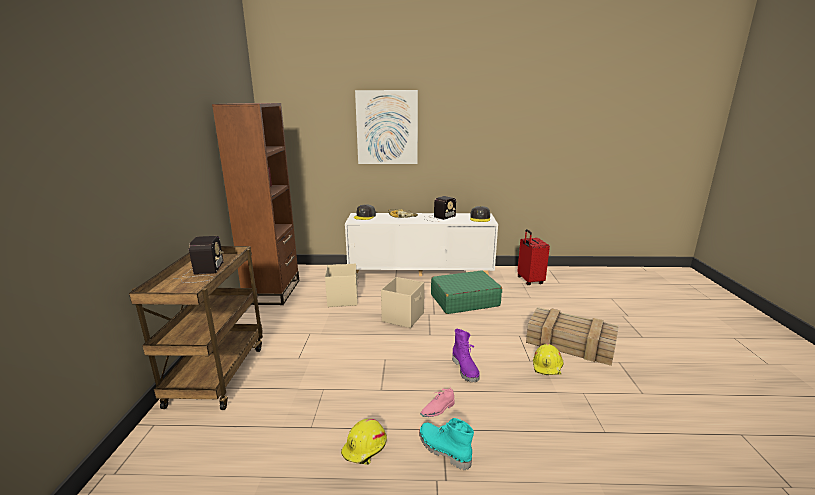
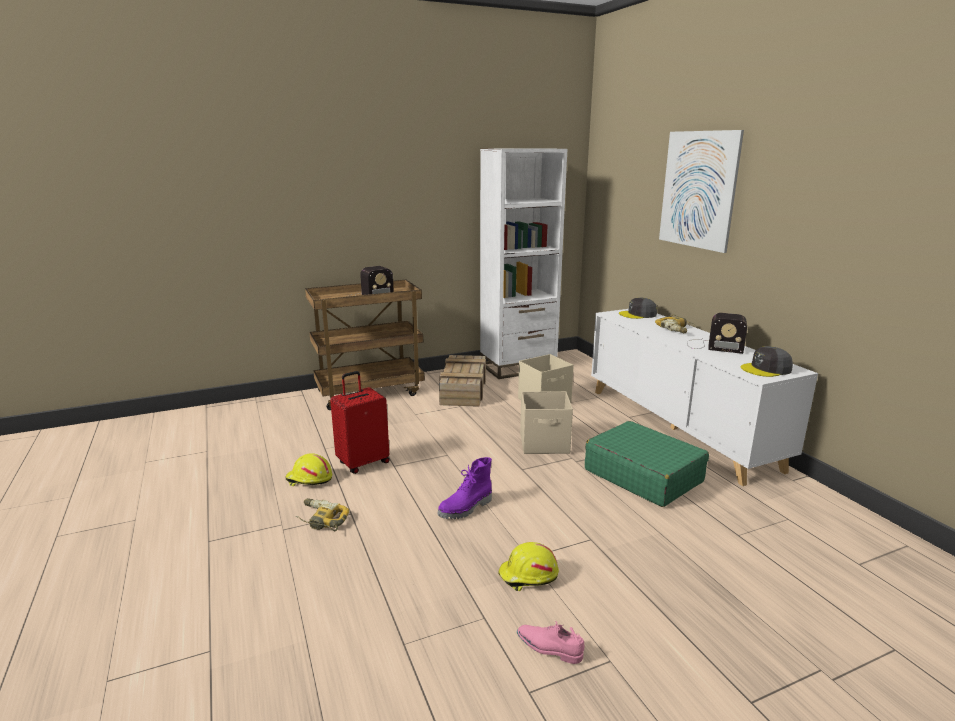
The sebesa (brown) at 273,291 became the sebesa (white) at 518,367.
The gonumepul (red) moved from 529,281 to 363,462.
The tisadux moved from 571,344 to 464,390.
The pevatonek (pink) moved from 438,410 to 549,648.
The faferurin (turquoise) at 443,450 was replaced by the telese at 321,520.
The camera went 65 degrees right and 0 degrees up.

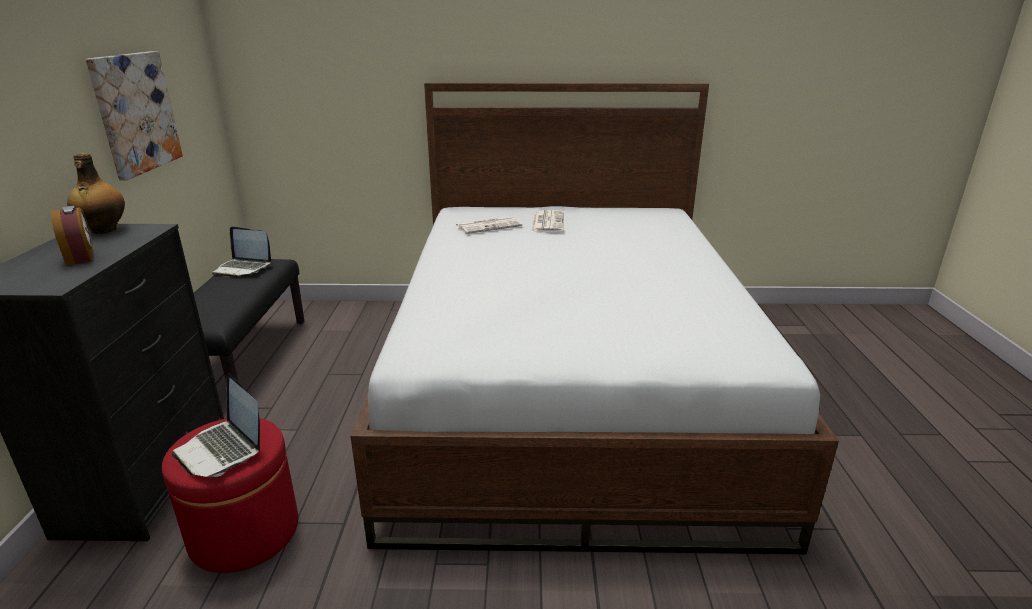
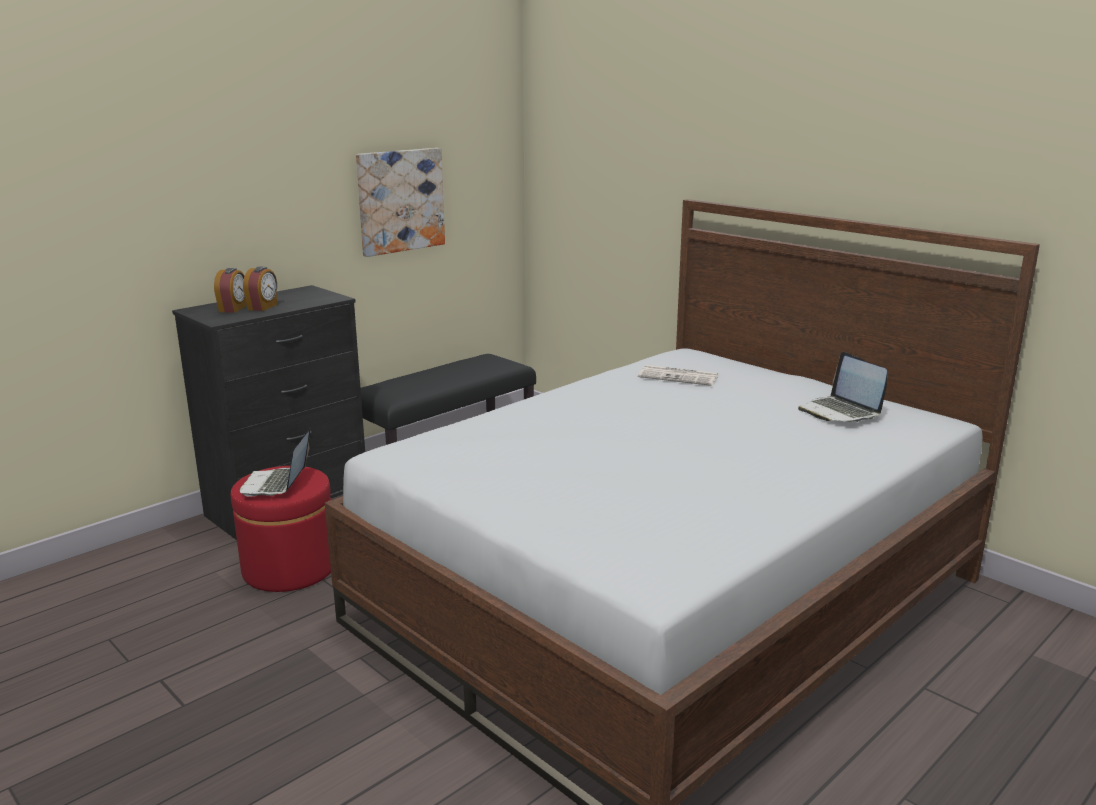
The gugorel at 103,230 disappeared.
The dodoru at 547,222 disappeared.
The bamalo moved from 243,268 to 840,412.
The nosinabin at 233,309 appeared.
The camera went 45 degrees right and 5 degrees down.

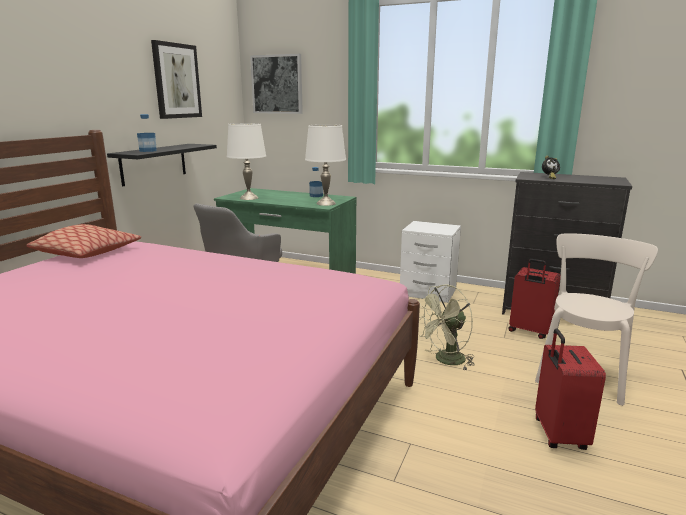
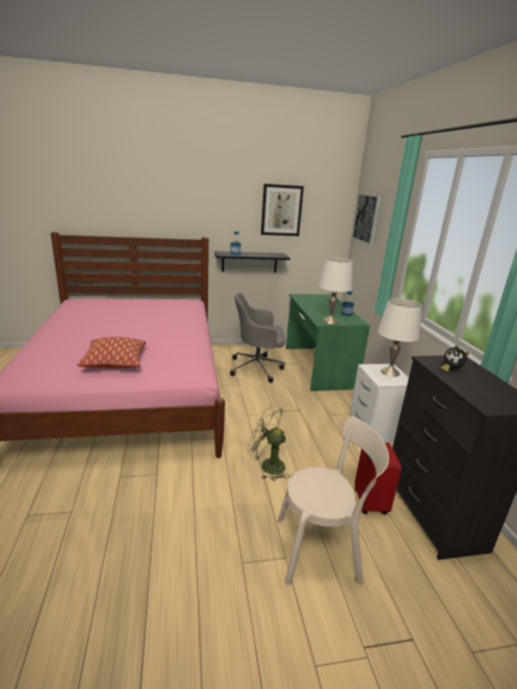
The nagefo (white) moved from 249,198 to 390,372.
The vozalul moved from 88,253 to 115,361.
The gonumepul (red) at 558,435 disappeared.
The camera went 55 degrees right and 5 degrees up.

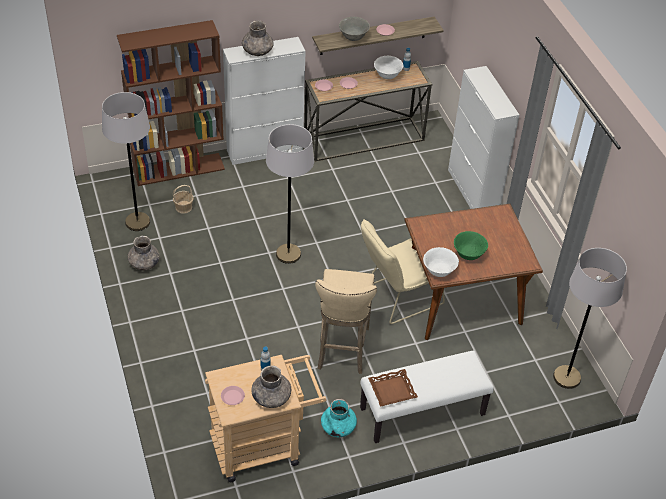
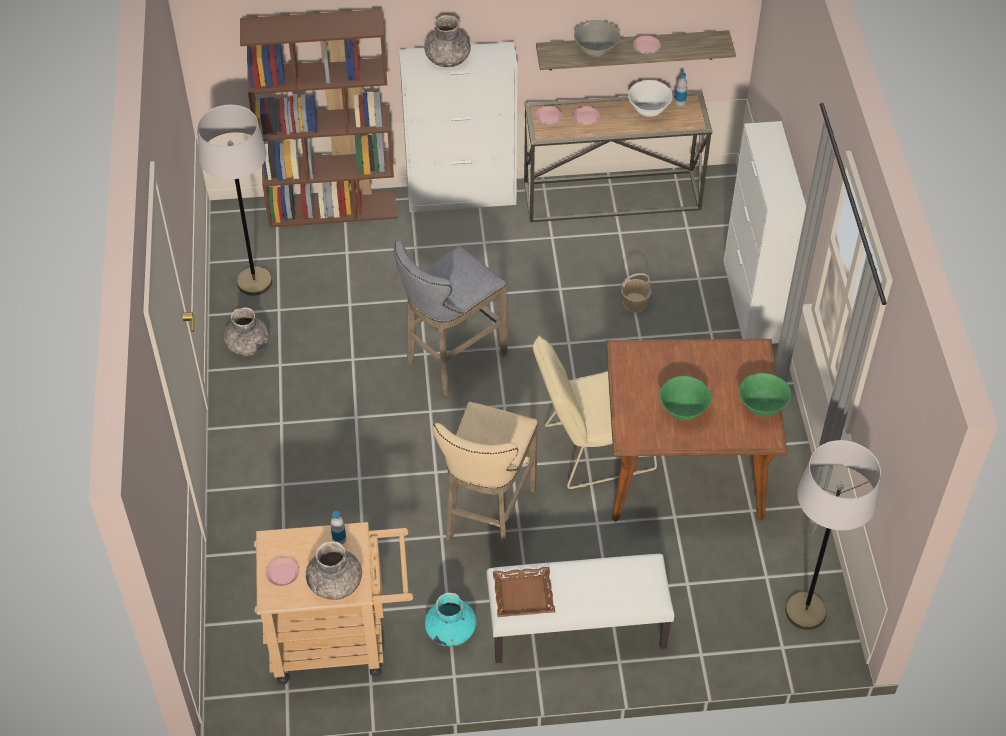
The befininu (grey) at 288,254 was replaced by the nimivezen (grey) at 452,360.
The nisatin moved from 184,207 to 635,303.
The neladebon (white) at 439,271 disappeared.
The neladebon (green) at 762,407 appeared.
The camera went 15 degrees right and 5 degrees up.

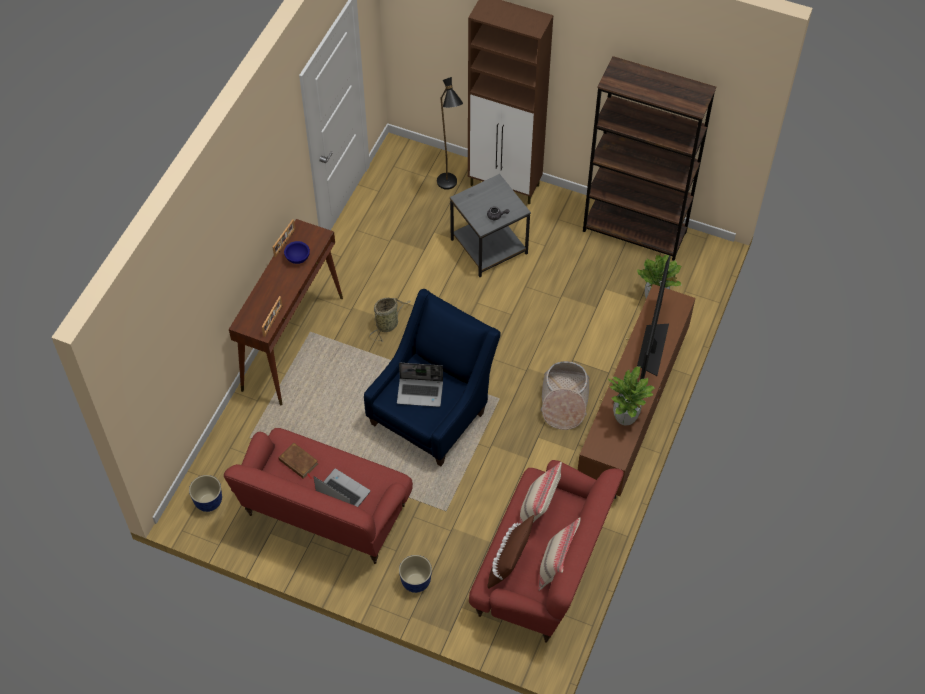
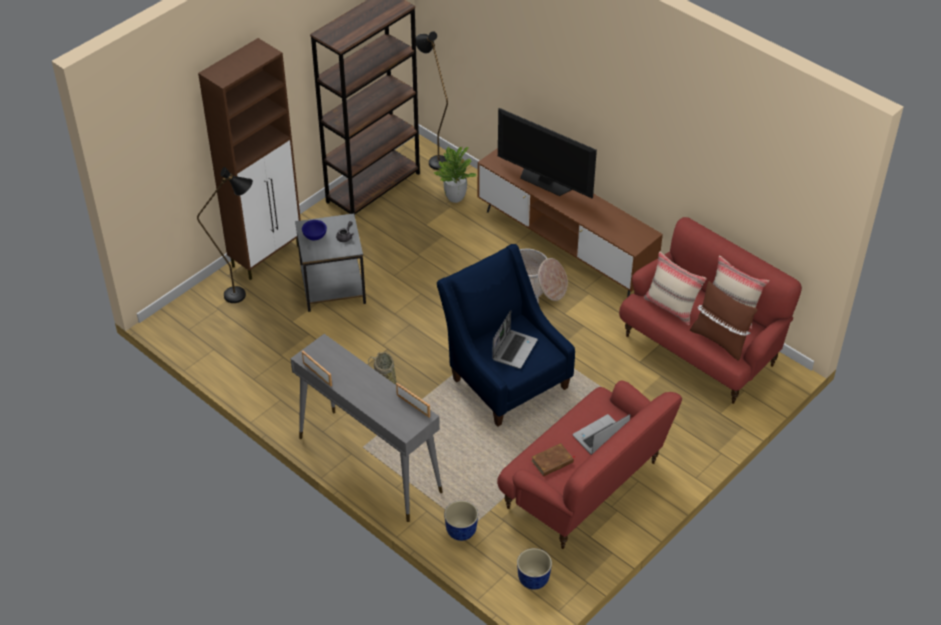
The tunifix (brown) at 293,342 became the tunifix (grey) at 369,464.
The neladebon (blue) moved from 298,258 to 314,236.
The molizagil at 625,417 disappeared.
The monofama moved from 415,582 to 461,532.
The befininu (black) at 434,159 appeared.
The camera went 70 degrees left and 10 degrees down.

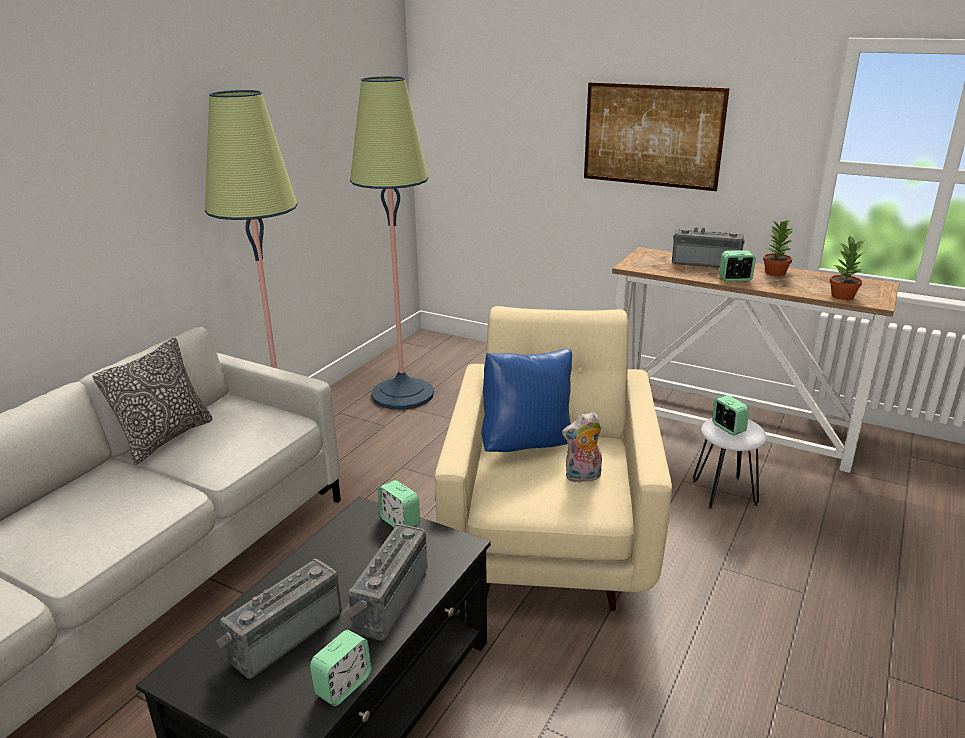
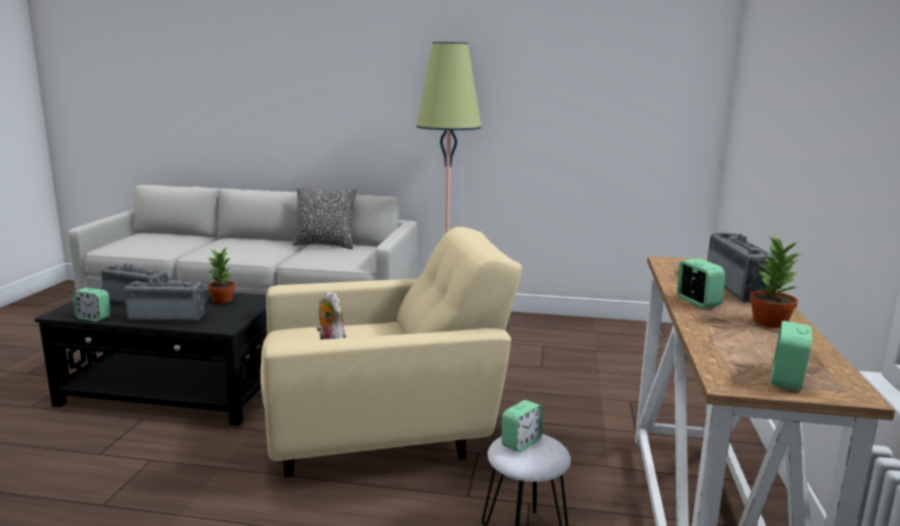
The befininu at 402,394 disappeared.
The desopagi at 652,135 disappeared.
The molizagil moved from 843,296 to 223,300.
The vozalul (blue) at 526,444 disappeared.
The nosinabin moved from 399,522 to 787,380.
The camera went 70 degrees right and 10 degrees down.

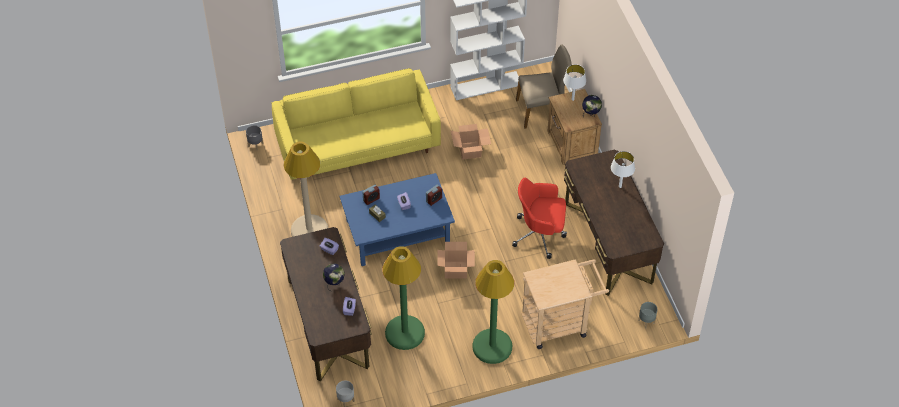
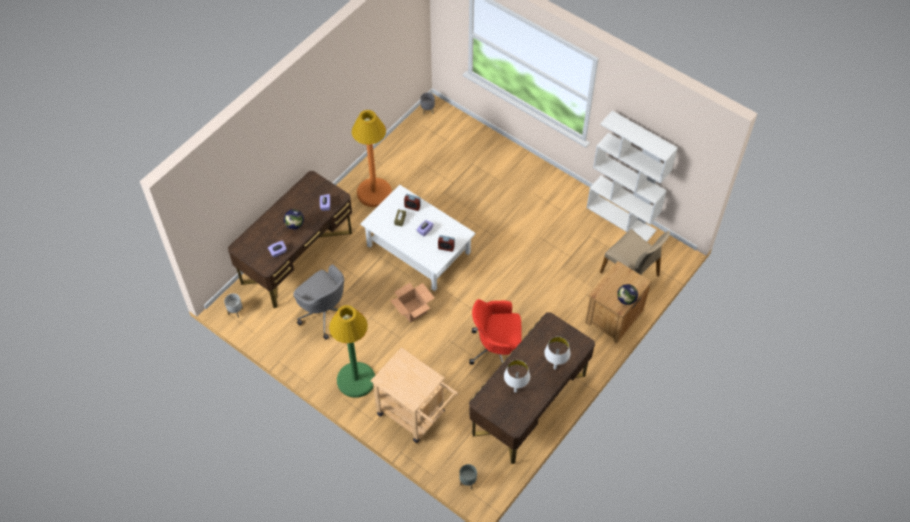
The nagefo (white) moved from 573,99 to 515,391.
The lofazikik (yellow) at 357,144 disappeared.
The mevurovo at 469,150 disappeared.
The befininu (beige) at 309,230 became the befininu (orange) at 374,193.
The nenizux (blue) at 397,231 became the nenizux (white) at 419,249.
The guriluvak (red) at 540,234 turned 60 degrees counterclockwise.
The befininu (green) at 405,333 was replaced by the guriluvak (grey) at 325,312.
The camera went 55 degrees right and 5 degrees up.

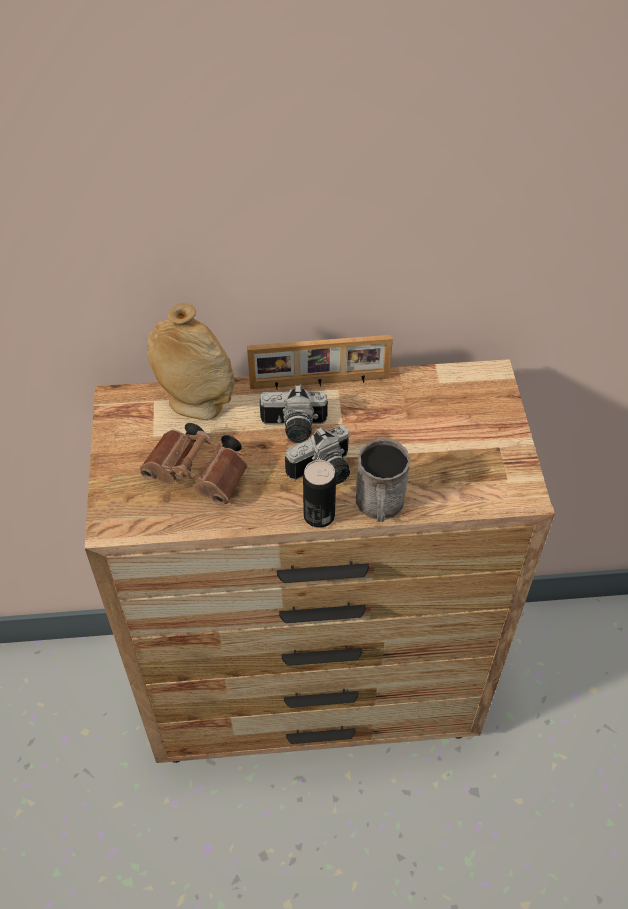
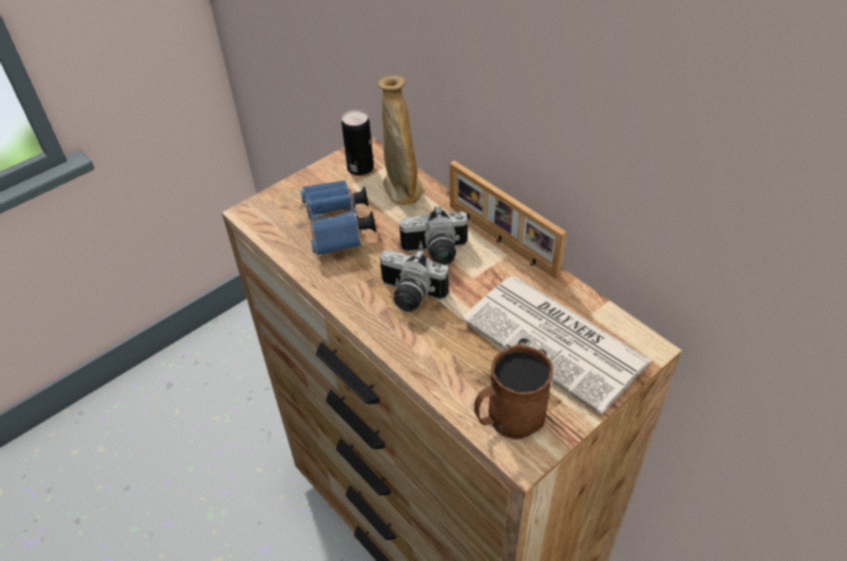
The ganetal at 294,429 turned 60 degrees counterclockwise.
The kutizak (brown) at 200,475 became the kutizak (blue) at 338,230.
The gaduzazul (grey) at 380,506 disappeared.
The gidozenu moved from 319,515 to 360,168.
The dodoru at 557,342 appeared.
The gaduzazul (brown) at 508,418 appeared.
The camera went 55 degrees right and 5 degrees down.

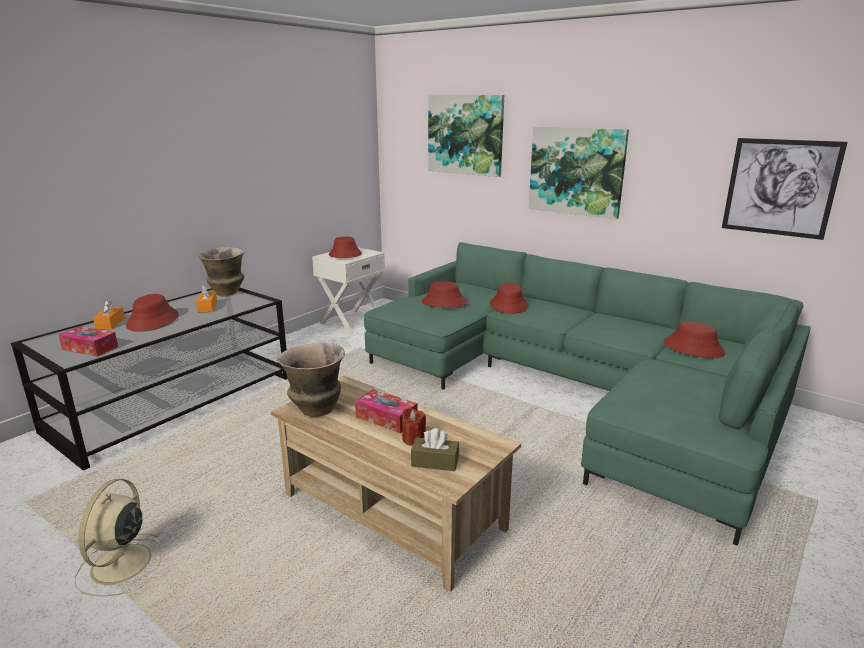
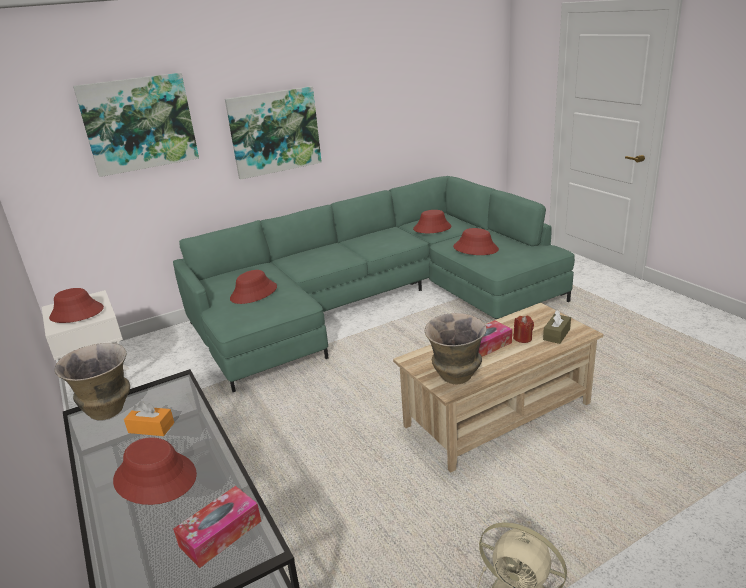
The desopagi at 780,187 disappeared.
The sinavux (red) moved from 509,305 to 475,248.
The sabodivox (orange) at 110,324 disappeared.
The camera went 65 degrees left and 5 degrees up.

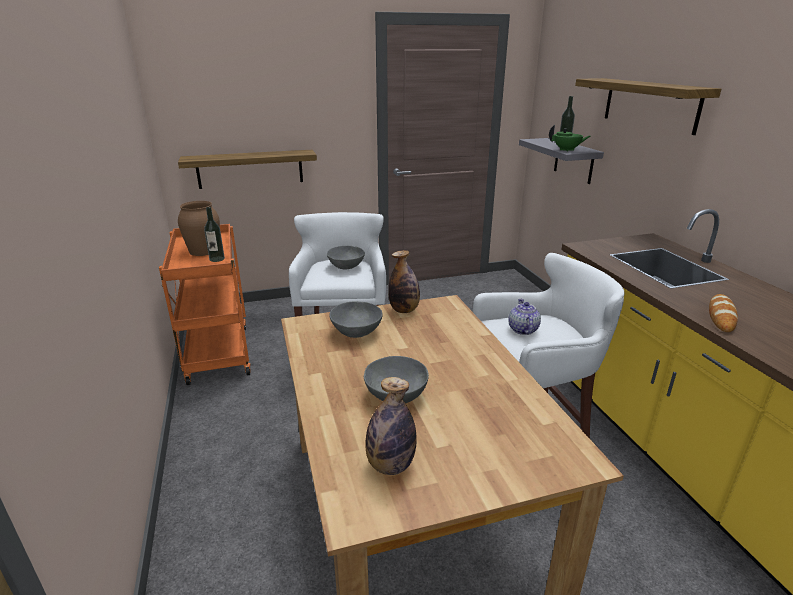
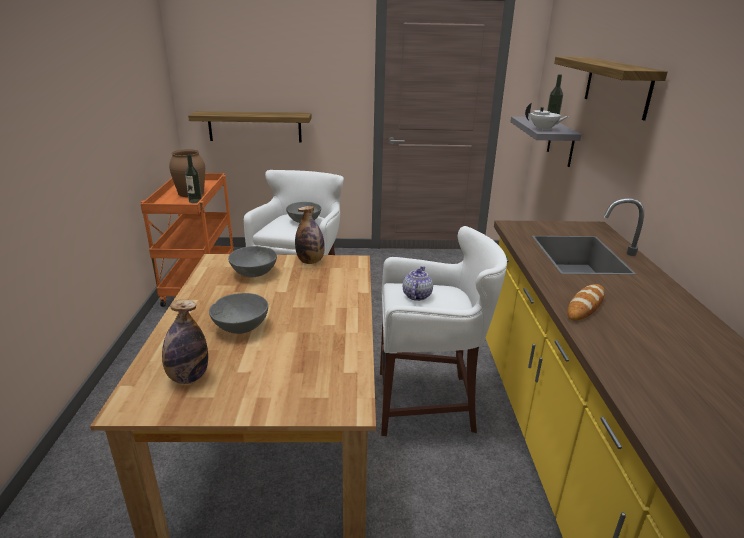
The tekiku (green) at 567,150 became the tekiku (white) at 543,129.
The camera went 15 degrees right and 0 degrees up.

